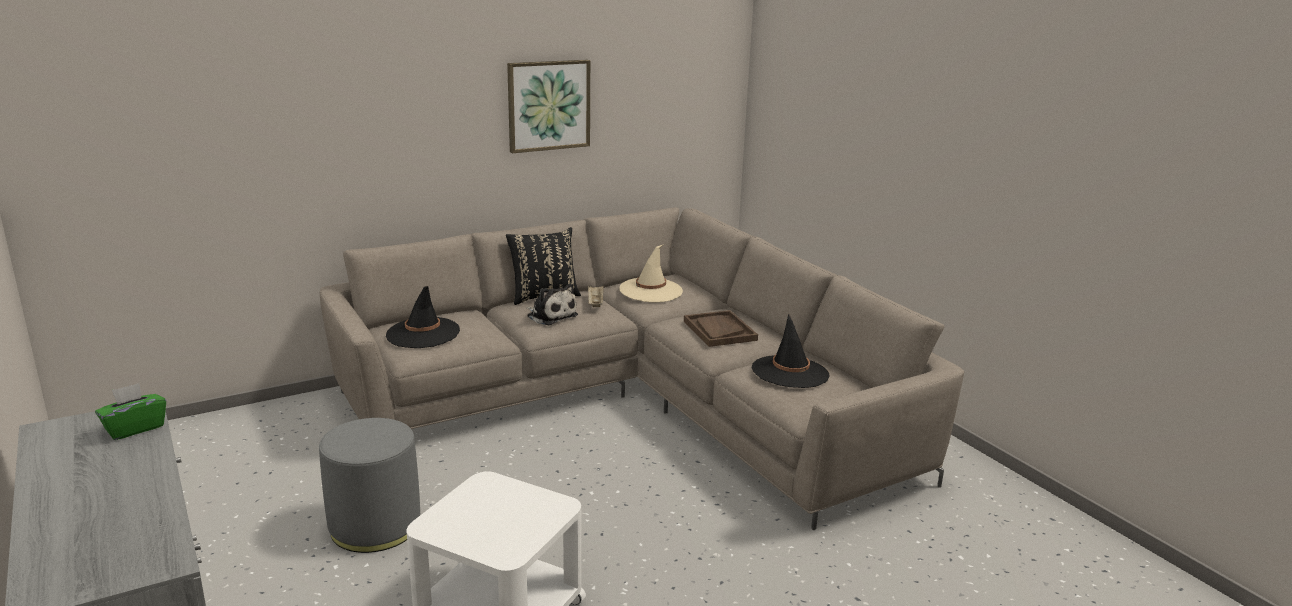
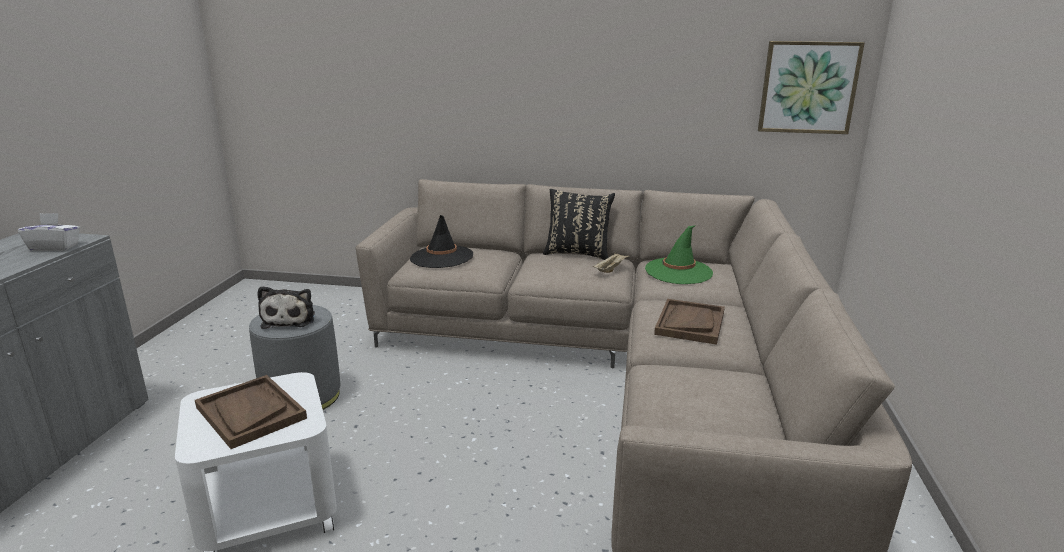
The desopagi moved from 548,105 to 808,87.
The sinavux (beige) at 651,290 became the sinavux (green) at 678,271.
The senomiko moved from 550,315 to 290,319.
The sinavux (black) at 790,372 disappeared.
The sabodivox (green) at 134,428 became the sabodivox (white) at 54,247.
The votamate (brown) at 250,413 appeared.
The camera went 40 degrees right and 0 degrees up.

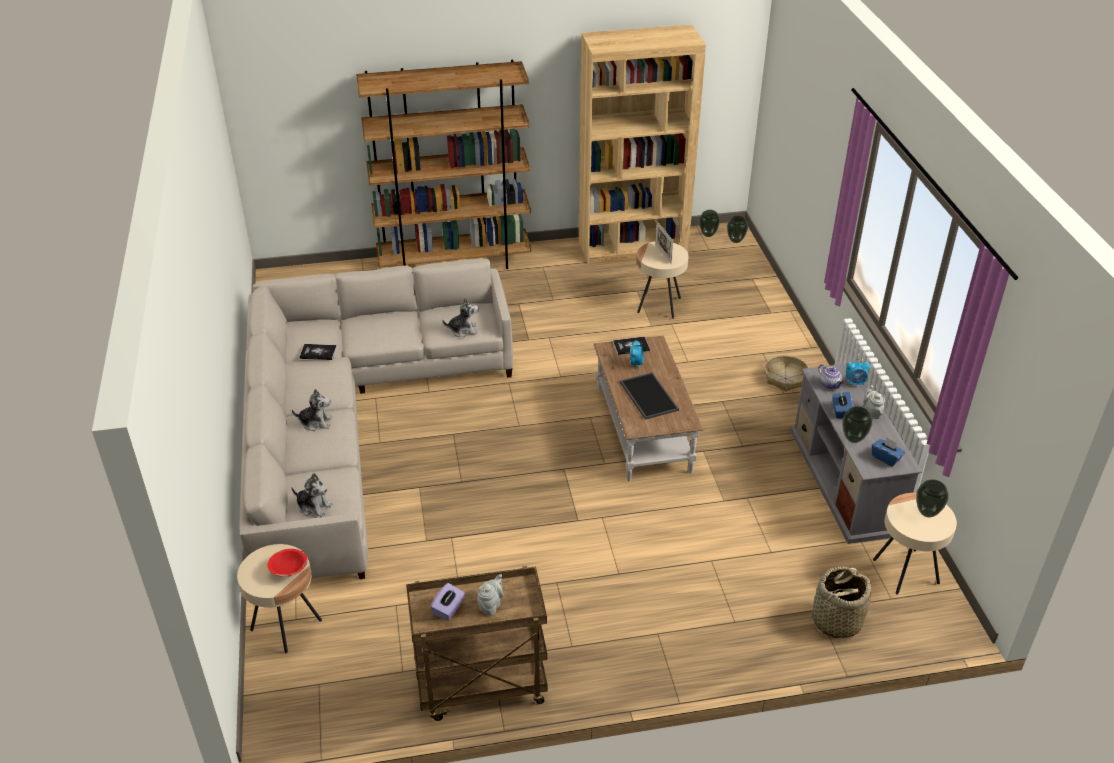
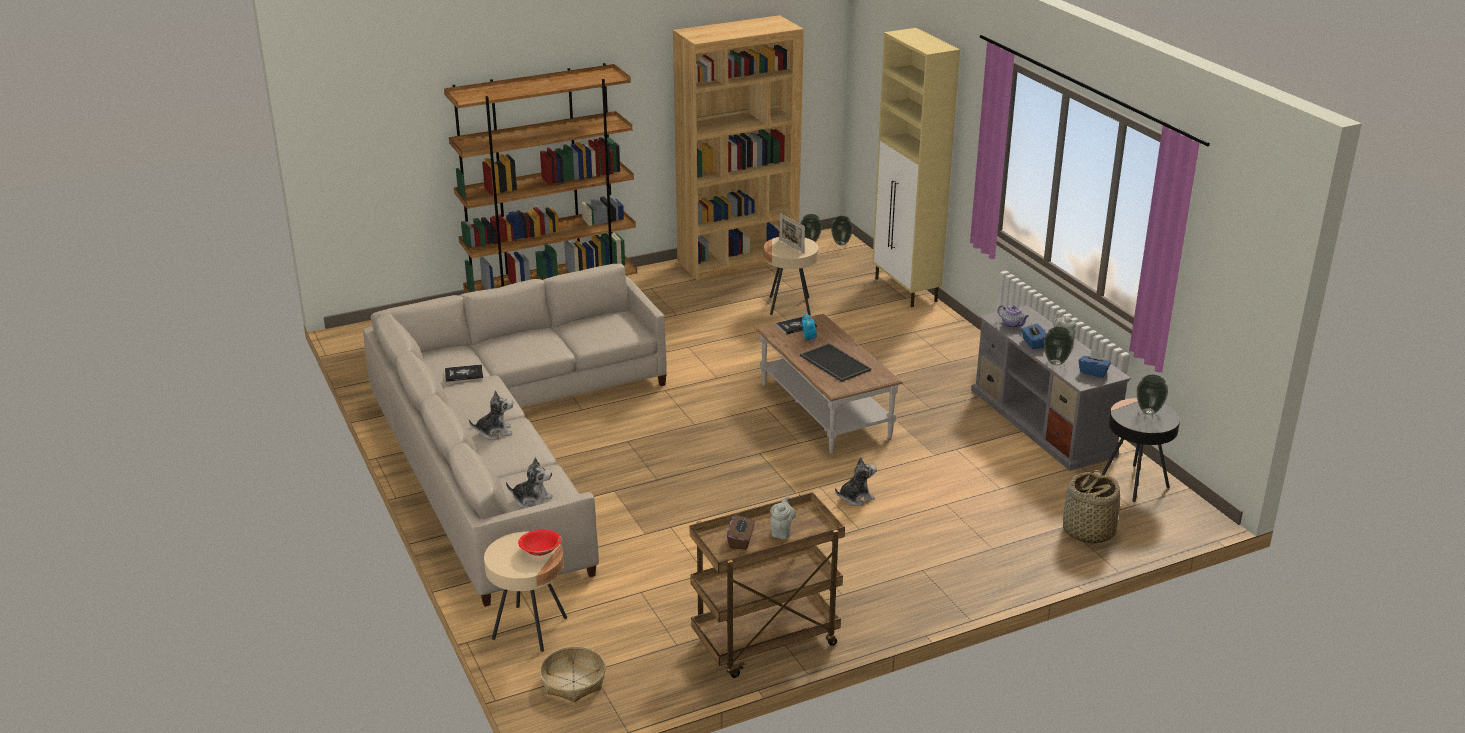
The senomiko moved from 463,330 to 855,498.
The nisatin moved from 785,378 to 573,681.
The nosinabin at 855,383 disappeared.
The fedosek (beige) at 905,571 became the fedosek (black) at 1134,483.
The sabodivox (purple) at 448,609 became the sabodivox (brown) at 741,541.
The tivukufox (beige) at 906,290 appeared.
The camera went 15 degrees left and 10 degrees down.

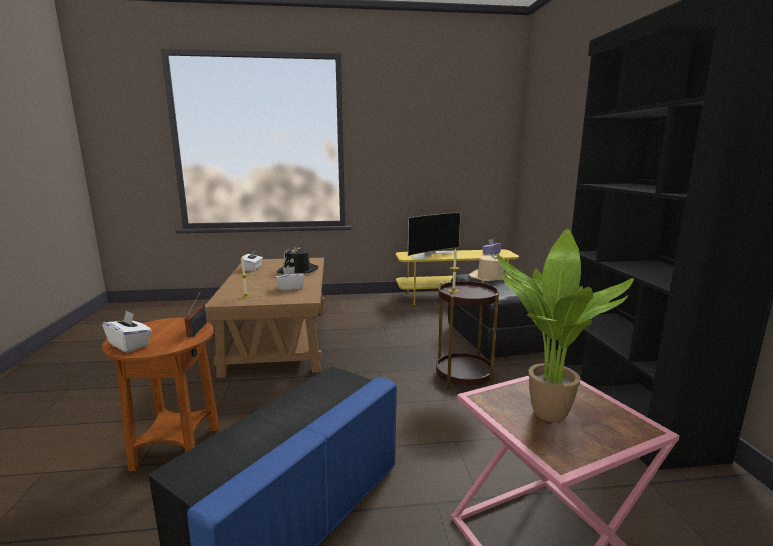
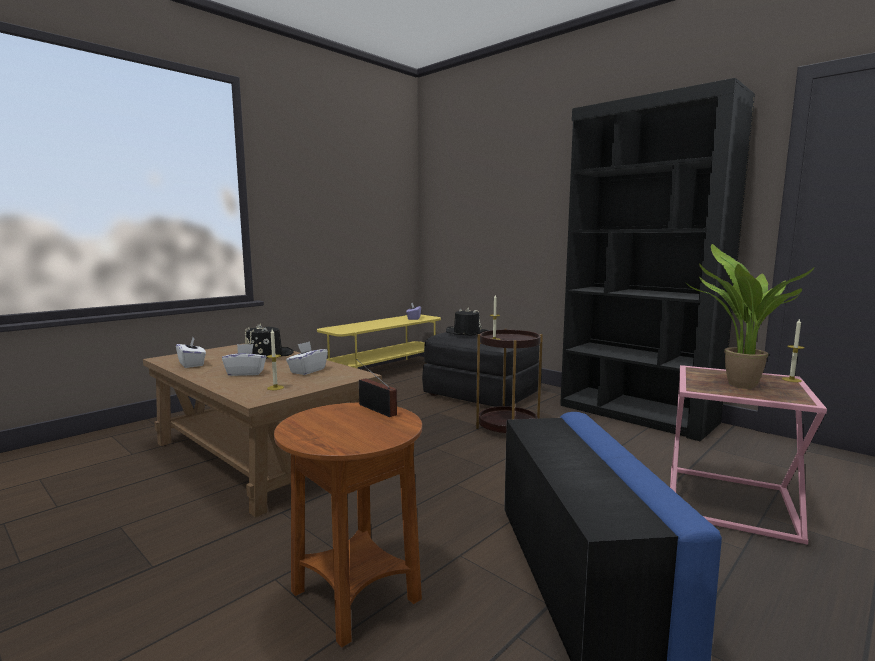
The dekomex at 431,254 disappeared.
The sinavux (beige) at 490,277 became the sinavux (black) at 466,333.
The sabodivox (white) moved from 130,345 to 246,373.
The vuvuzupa at 791,380 appeared.
The camera went 40 degrees left and 5 degrees down.

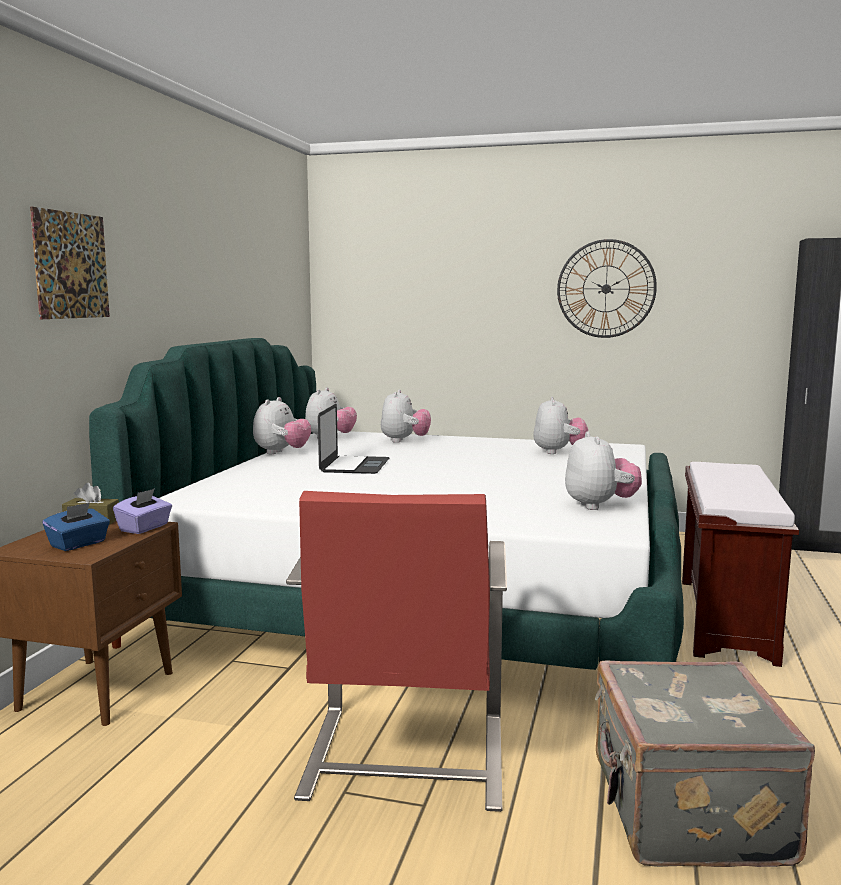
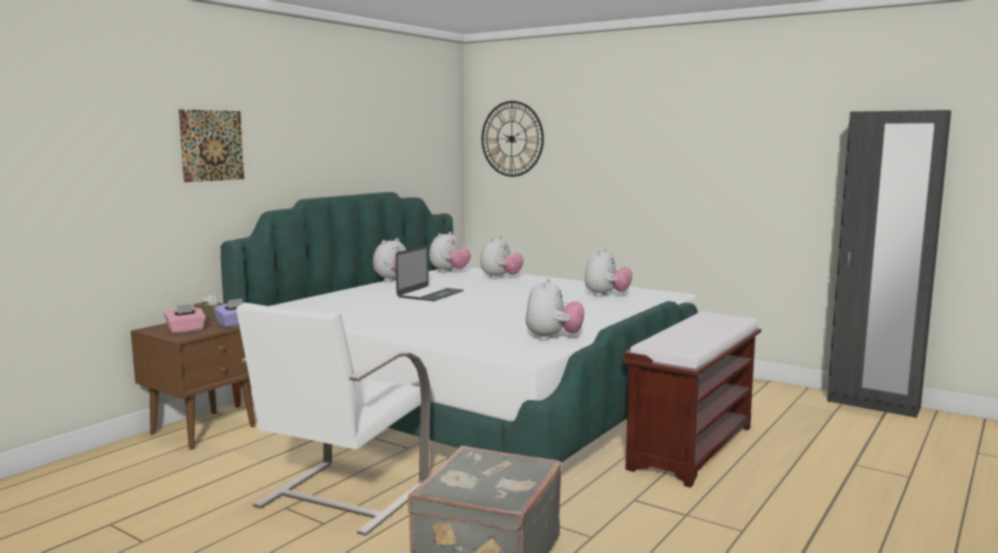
The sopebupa moved from 606,289 to 512,139.
The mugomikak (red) at 405,758 became the mugomikak (white) at 341,497.
The sabodivox (blue) at 78,544 became the sabodivox (pink) at 186,330.
The camera went 20 degrees right and 0 degrees up.

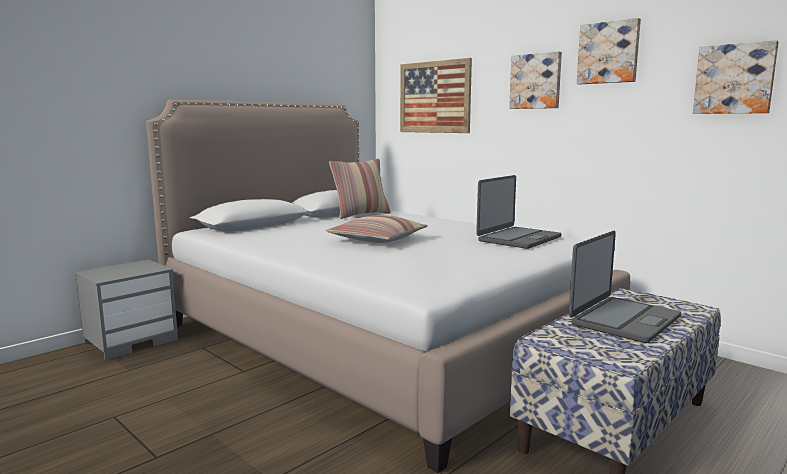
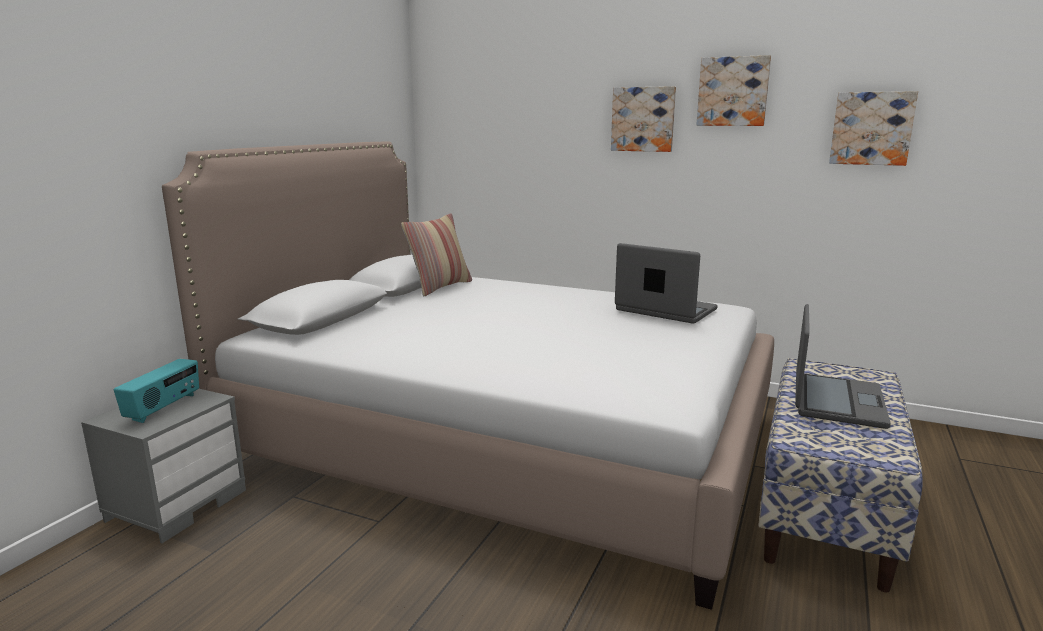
The desopagi at 434,97 disappeared.
The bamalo at 518,239 turned 75 degrees counterclockwise.
The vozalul at 377,240 disappeared.
The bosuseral at 164,408 appeared.
The camera went 20 degrees left and 5 degrees up.

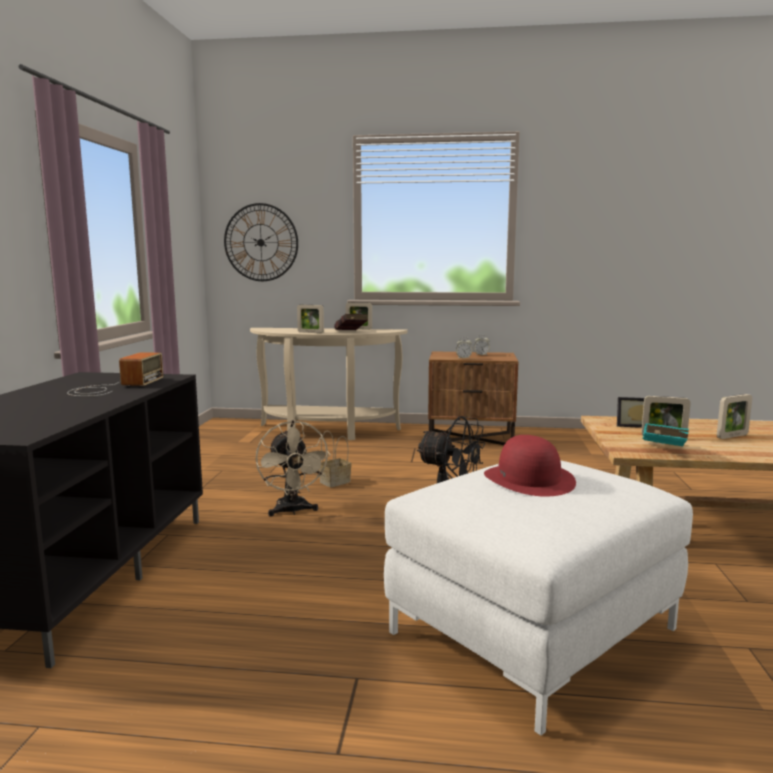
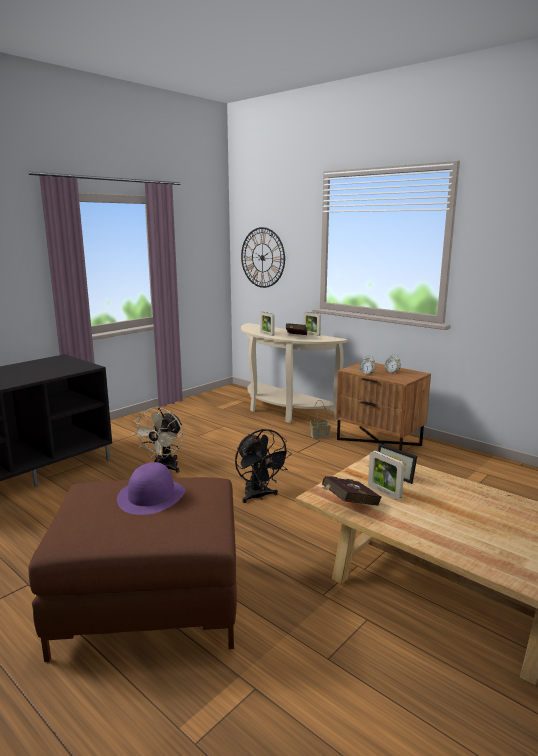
The bosuseral at 114,387 disappeared.
The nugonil at 732,436 disappeared.
The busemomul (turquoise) at 662,451 became the busemomul (red) at 348,504.
The nisatin moved from 335,481 to 320,435.
The sinavux (red) at 529,479 became the sinavux (purple) at 151,496.
The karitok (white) at 533,631 became the karitok (brown) at 148,604.
The camera went 35 degrees right and 5 degrees up.

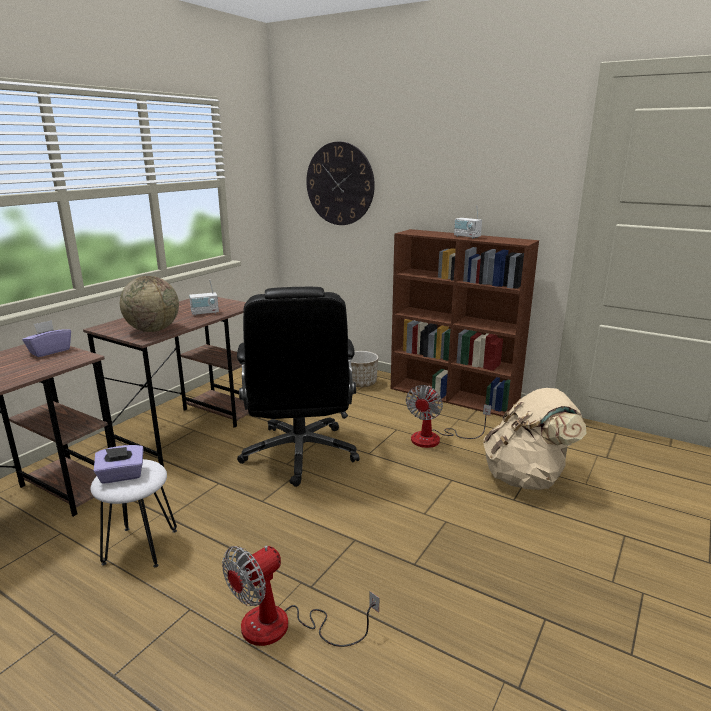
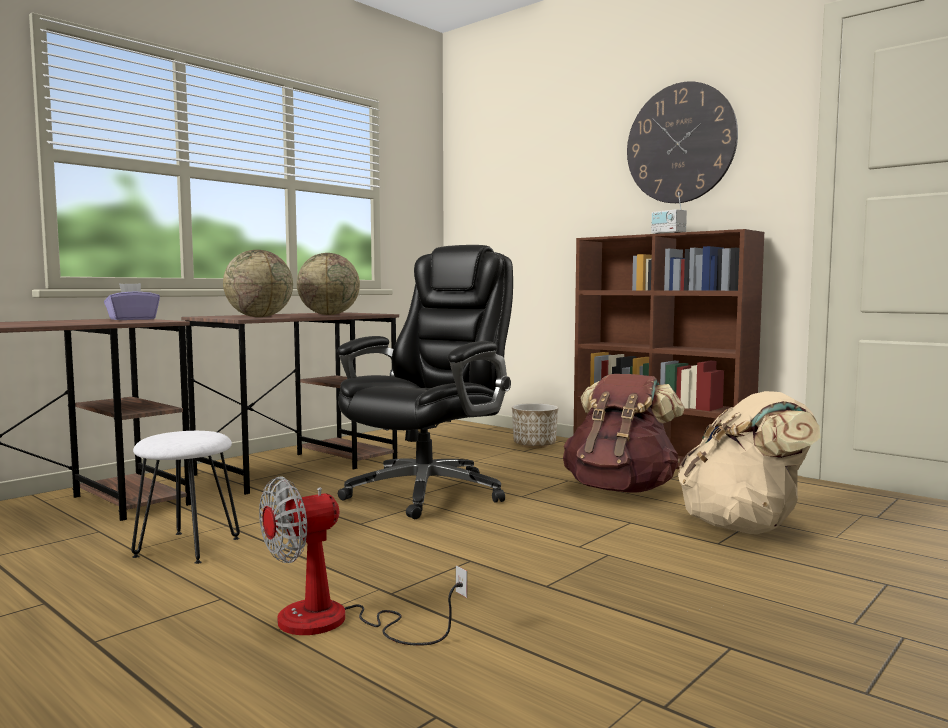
The sopebupa moved from 340,184 to 680,143.
The bosuseral at 205,313 was replaced by the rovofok at 329,314.
The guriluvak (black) at 300,454 turned 150 degrees counterclockwise.
The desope at 436,438 was replaced by the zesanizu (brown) at 621,490.
The sabodivox (purple) at 121,476 disappeared.
The camera went 10 degrees right and 15 degrees down.

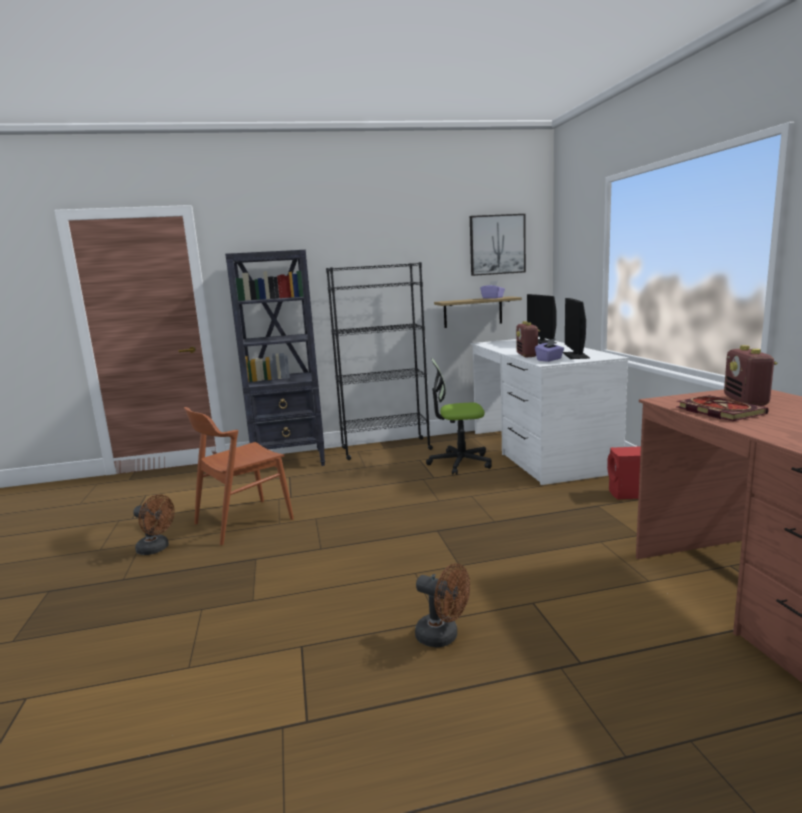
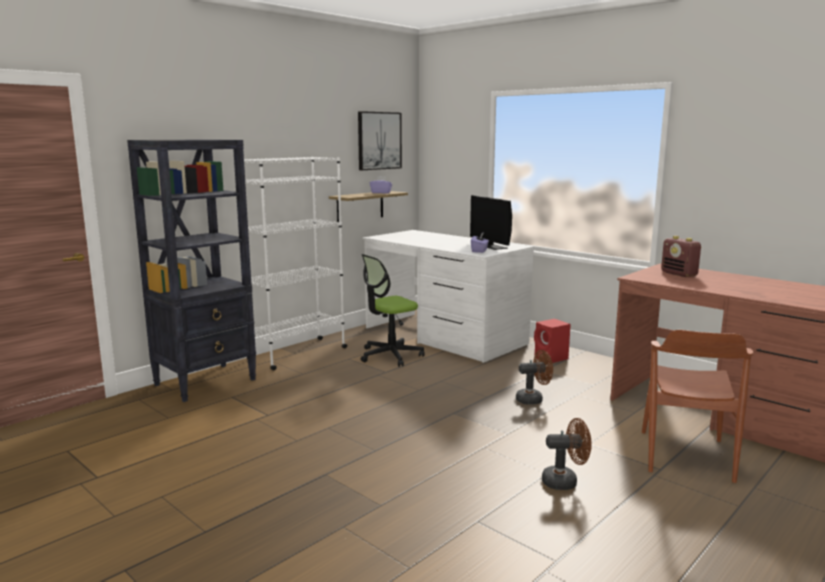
The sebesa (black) at 385,449 became the sebesa (white) at 297,354.
The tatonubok at 542,341 disappeared.
The bosuseral at 527,355 disappeared.
The busemomul at 717,411 disappeared.
The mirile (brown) moved from 243,521 to 685,455.
The desope (brown) moved from 156,549 to 533,399.
The camera went 35 degrees left and 0 degrees up.

